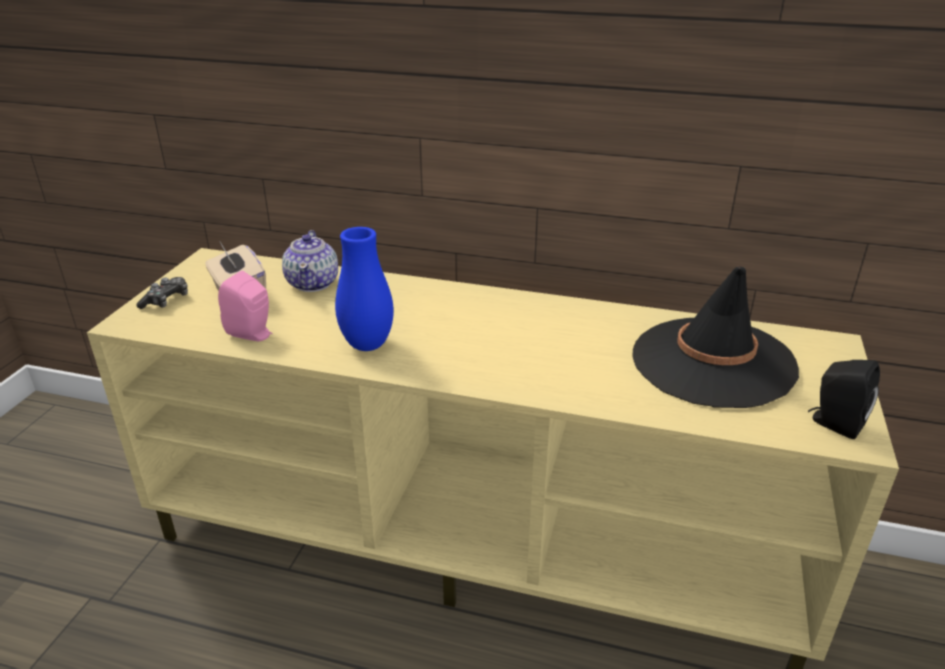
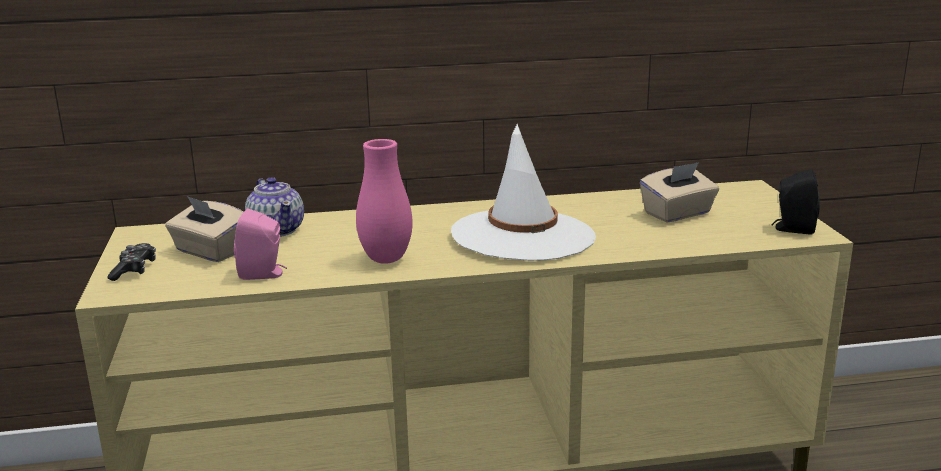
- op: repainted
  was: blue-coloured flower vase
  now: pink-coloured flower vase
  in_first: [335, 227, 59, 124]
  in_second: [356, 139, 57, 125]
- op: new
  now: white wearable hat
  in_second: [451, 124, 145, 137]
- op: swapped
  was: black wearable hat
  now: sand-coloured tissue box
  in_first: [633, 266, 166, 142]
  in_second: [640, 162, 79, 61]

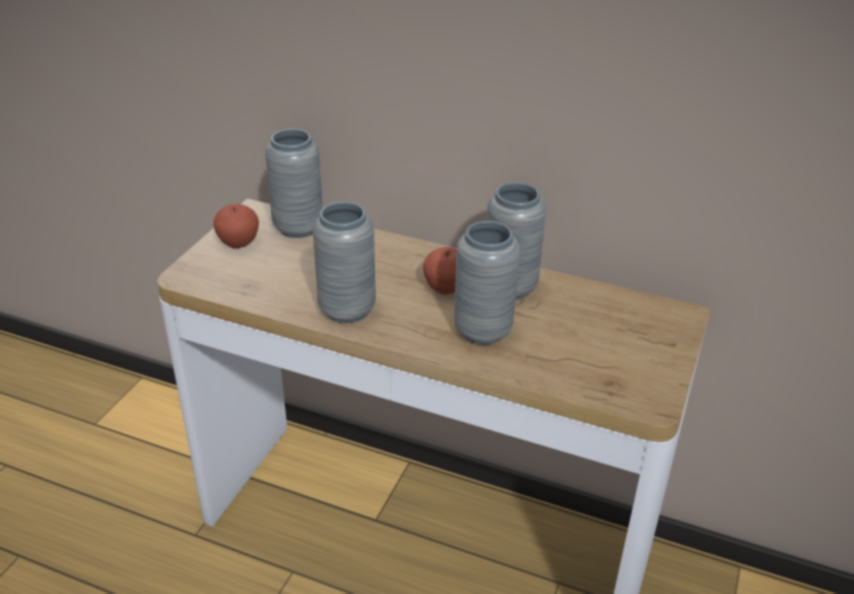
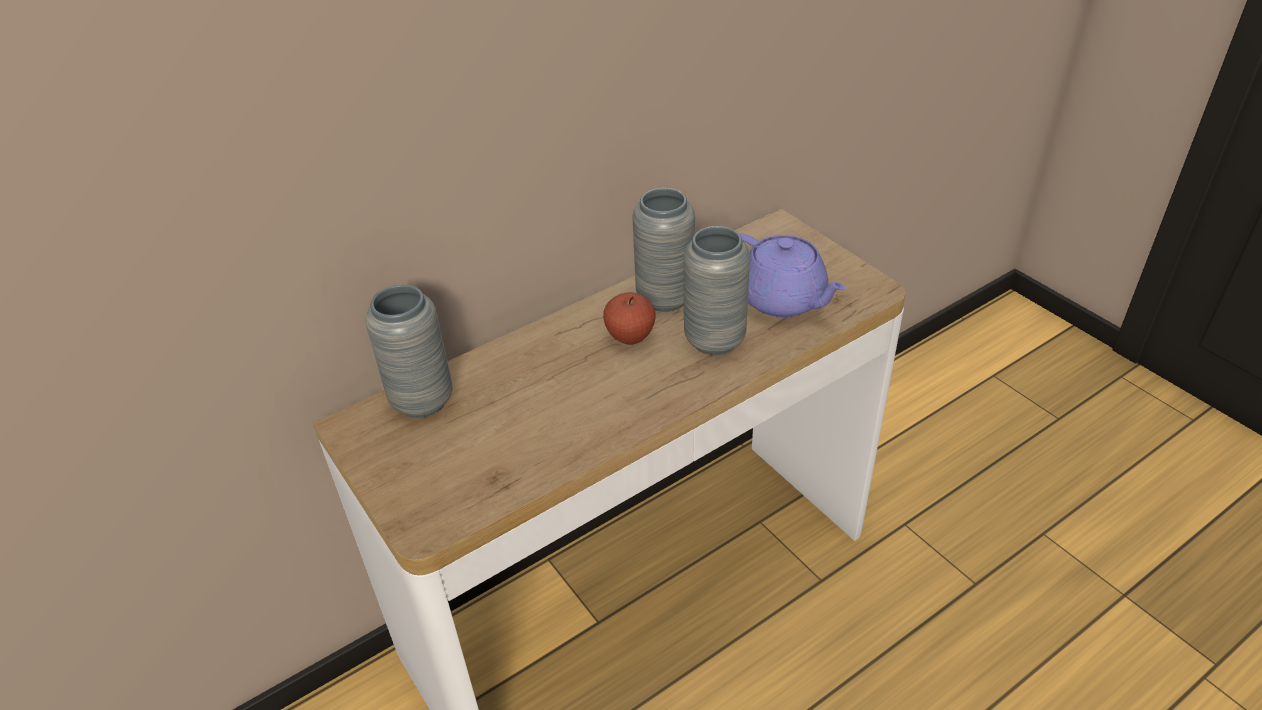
- op: new
  now: purple-coloured pot for tea
  in_second: [740, 233, 107, 84]
- op: gone
  was: apple fruit
  in_first: [213, 204, 46, 44]
- op: gone
  was: greyish flower vase
  in_first: [313, 202, 63, 121]

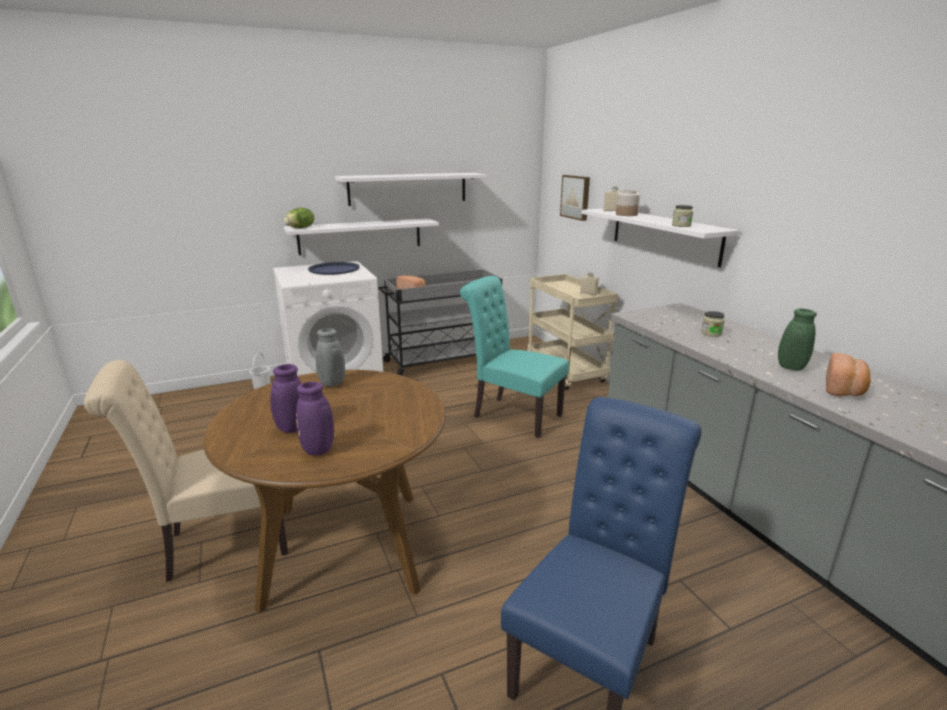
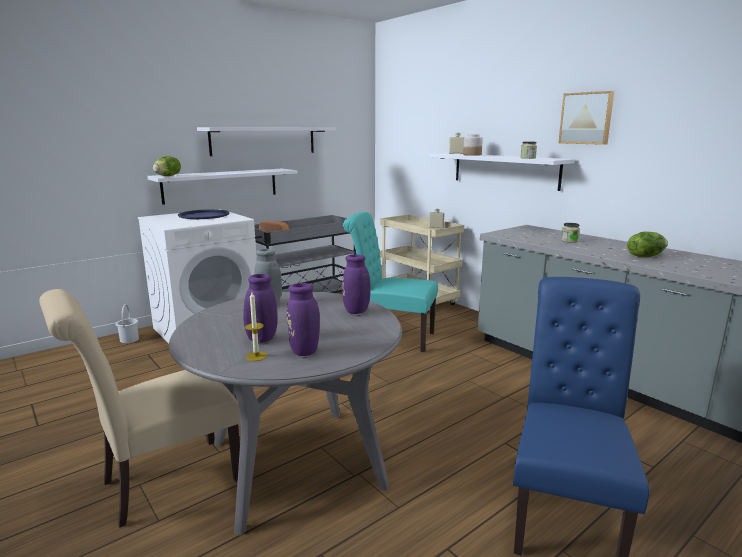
- op: repainted
  was: brownish dinner table
  now: greyish dinner table
  in_first: [203, 370, 243, 243]
  in_second: [169, 292, 233, 243]
- op: new
  now: wax candle
  in_second: [245, 292, 22, 69]
- op: new
  now: purple-coloured flower vase
  in_second: [342, 254, 28, 60]
- op: shifted
  was: picture
  in_first: [560, 175, 30, 46]
  in_second: [558, 91, 56, 54]
- op: swapped
  was: greenish flower vase
  now: head of lettuce
  in_first: [778, 309, 39, 62]
  in_second: [627, 232, 41, 25]
- op: gone
  was: bakery bread
  in_first: [826, 353, 45, 43]

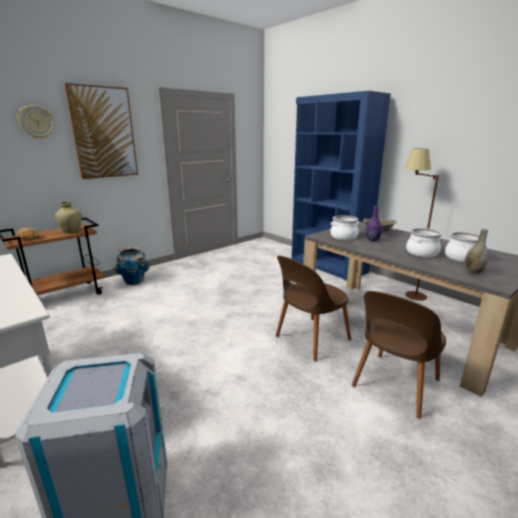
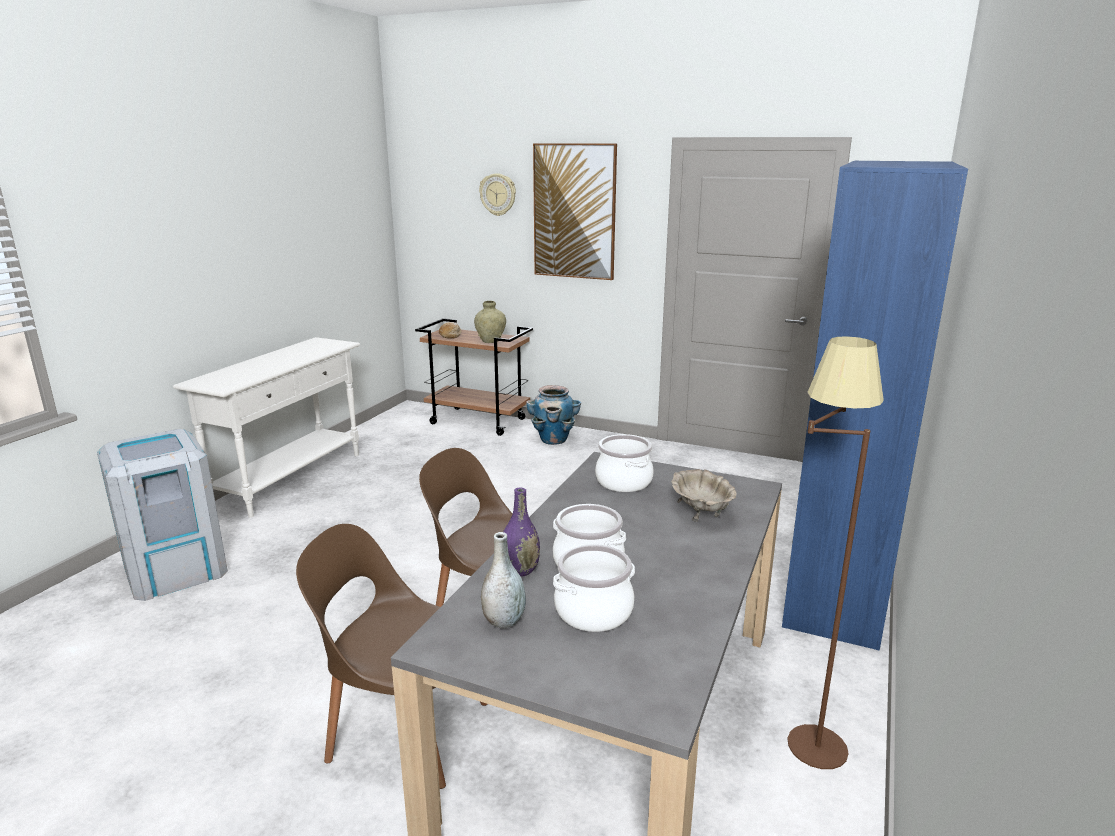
- op: shifted
  was: purple-coloured flower vase
  in_first: [366, 206, 16, 35]
  in_second: [503, 487, 37, 89]

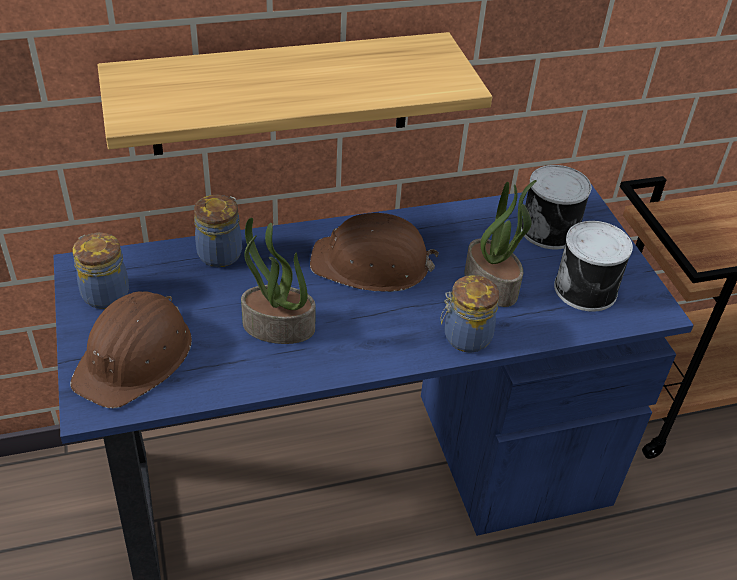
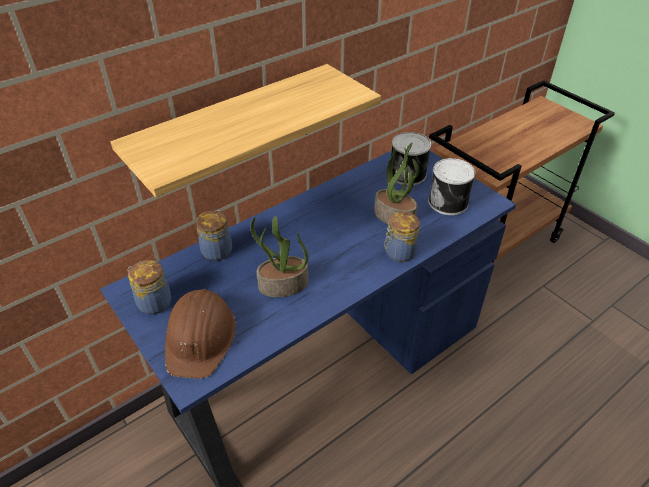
- op: gone
  was: brownish work helmet
  in_first: [310, 213, 129, 79]

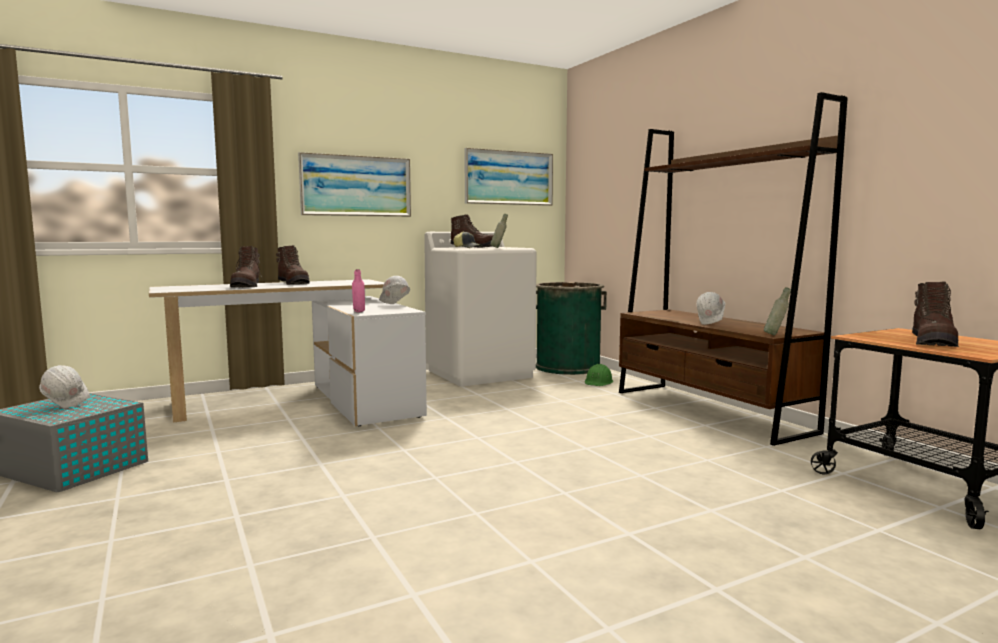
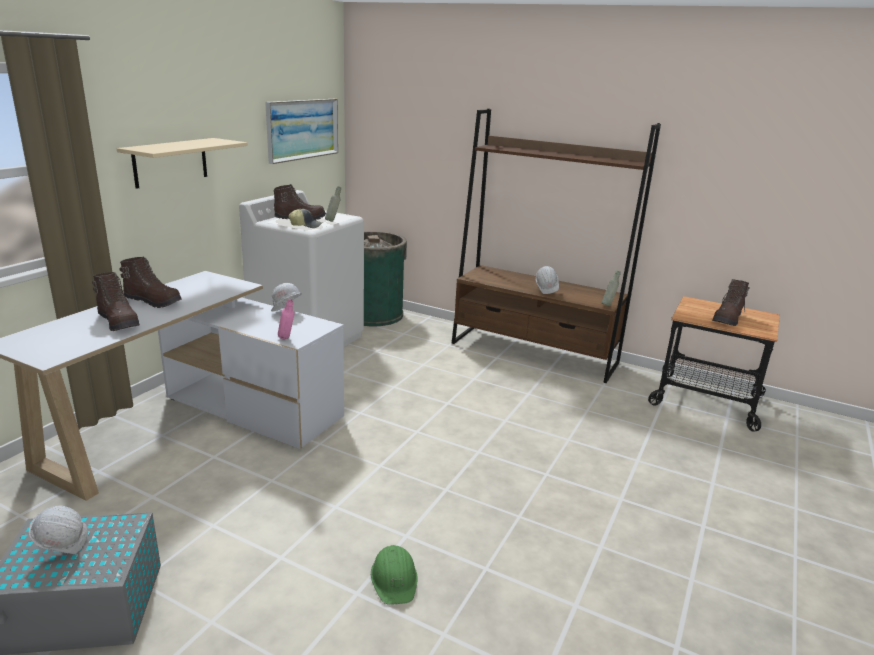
- op: swapped
  was: picture
  now: sand-coloured wall shelf
  in_first: [298, 152, 113, 65]
  in_second: [117, 138, 131, 51]
- op: shifted
  was: greenish work helmet
  in_first: [585, 364, 28, 22]
  in_second: [371, 545, 47, 60]
- op: rotated
  was: brownish boot
  in_first: [912, 282, 47, 65]
  in_second: [712, 279, 38, 47]
  clockwise: 45

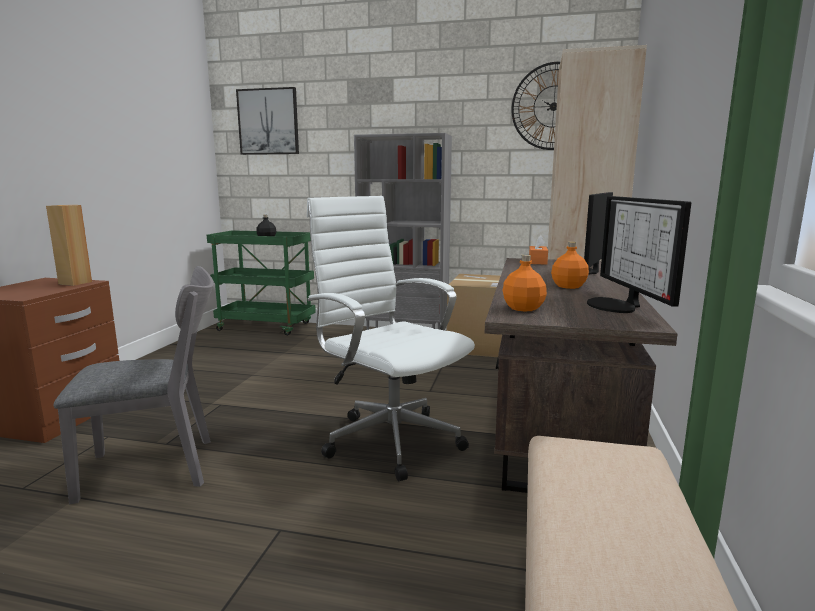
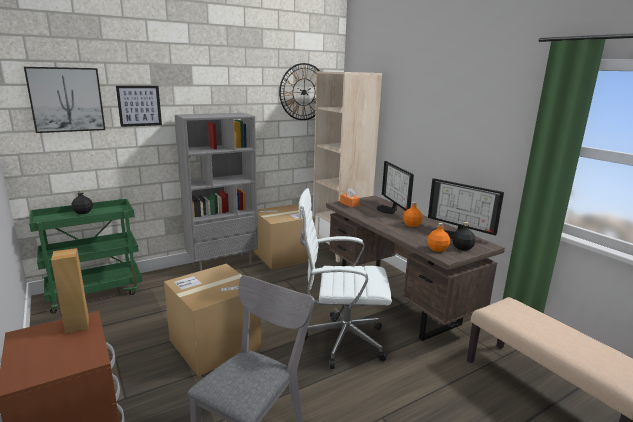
- op: new
  now: picture
  in_second: [116, 86, 46, 41]
- op: new
  now: carton
  in_second: [164, 263, 97, 113]
- op: new
  now: black beverage bottle
  in_second: [452, 222, 23, 29]

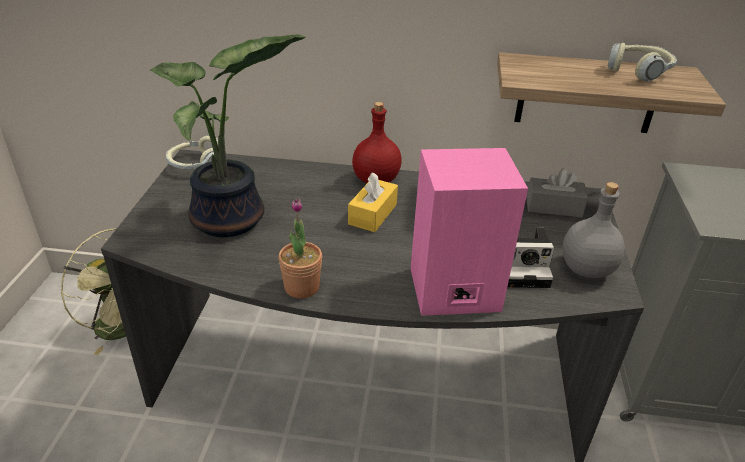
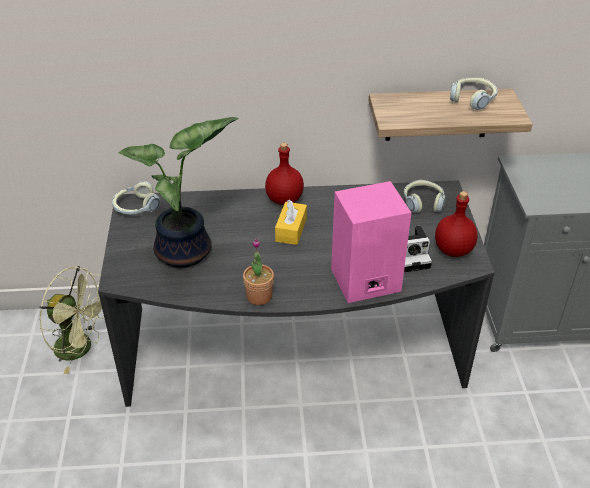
- op: swapped
  was: greyish tissue box
  now: pair of headphones
  in_first: [526, 168, 62, 50]
  in_second: [404, 180, 42, 33]
- op: repainted
  was: greyish beverage bottle
  now: red beverage bottle
  in_first: [563, 182, 62, 96]
  in_second: [435, 191, 42, 66]

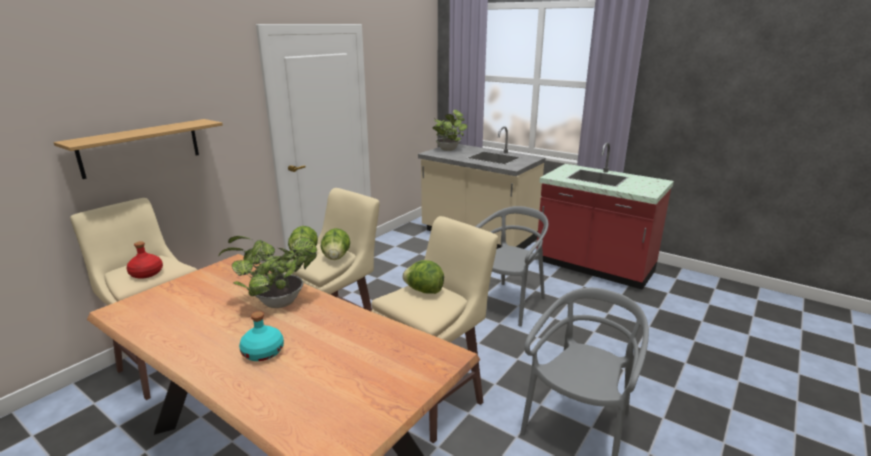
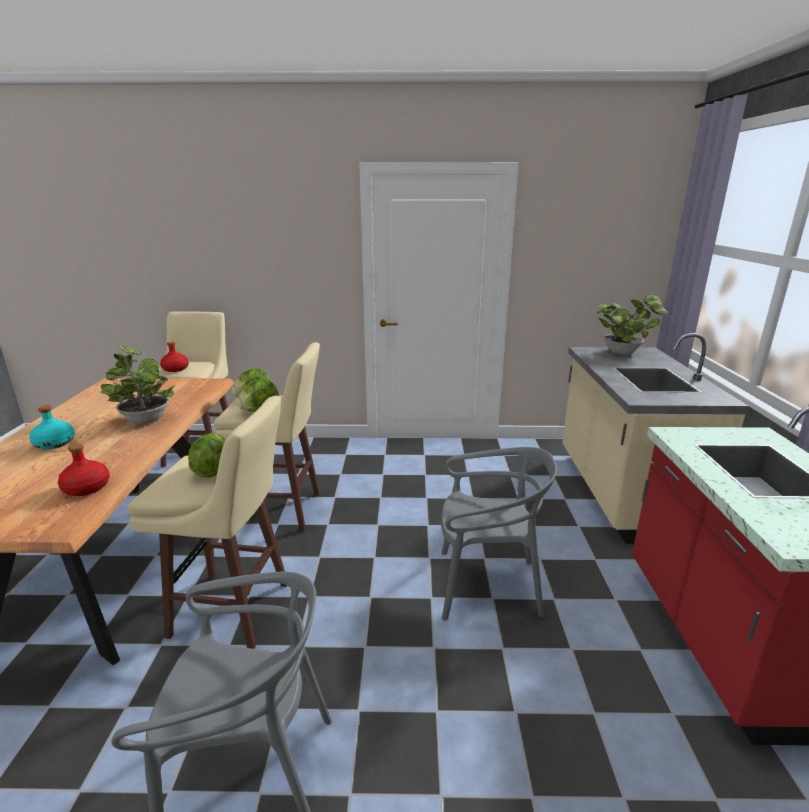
- op: new
  now: red beverage bottle
  in_second: [58, 444, 52, 52]
- op: gone
  was: wall shelf
  in_first: [54, 119, 169, 60]

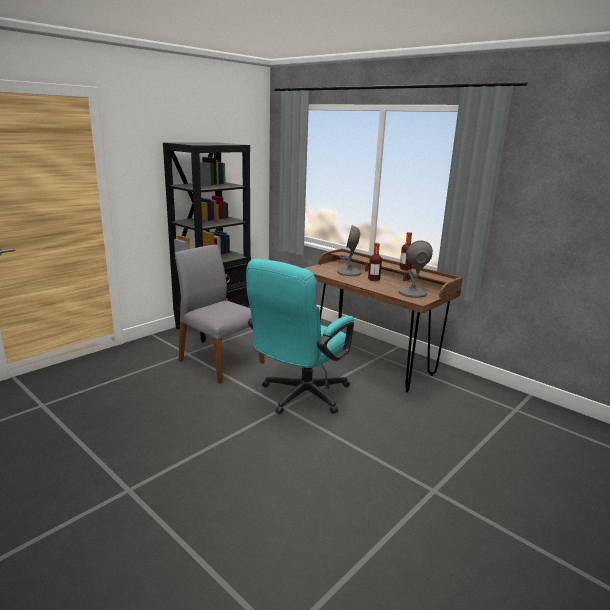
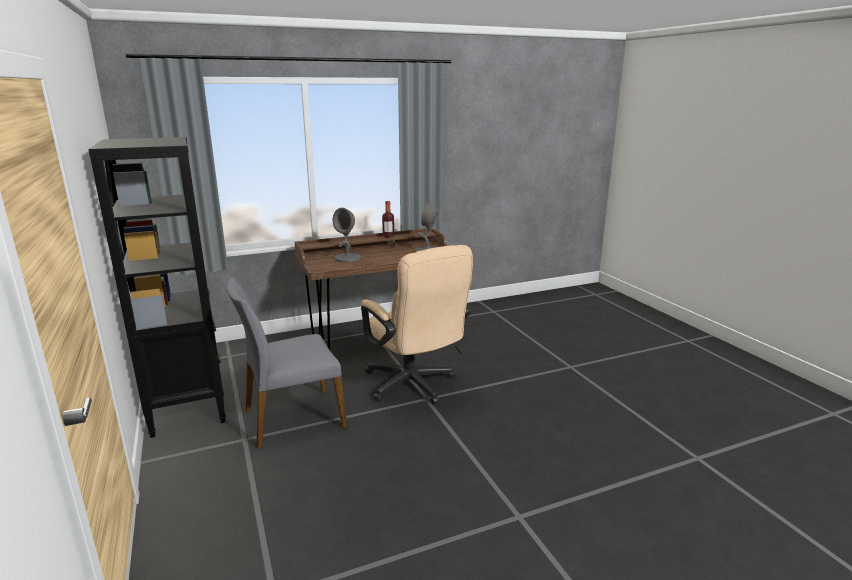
- op: repainted
  was: turquoise office chair
  now: sand-coloured office chair
  in_first: [246, 259, 108, 155]
  in_second: [361, 245, 112, 159]
- op: gone
  was: beverage bottle
  in_first: [368, 243, 14, 38]

